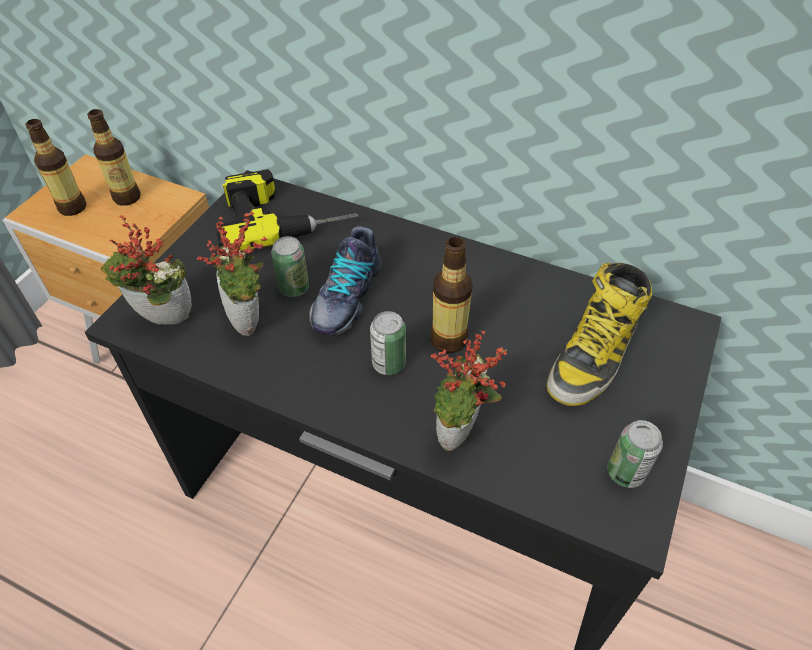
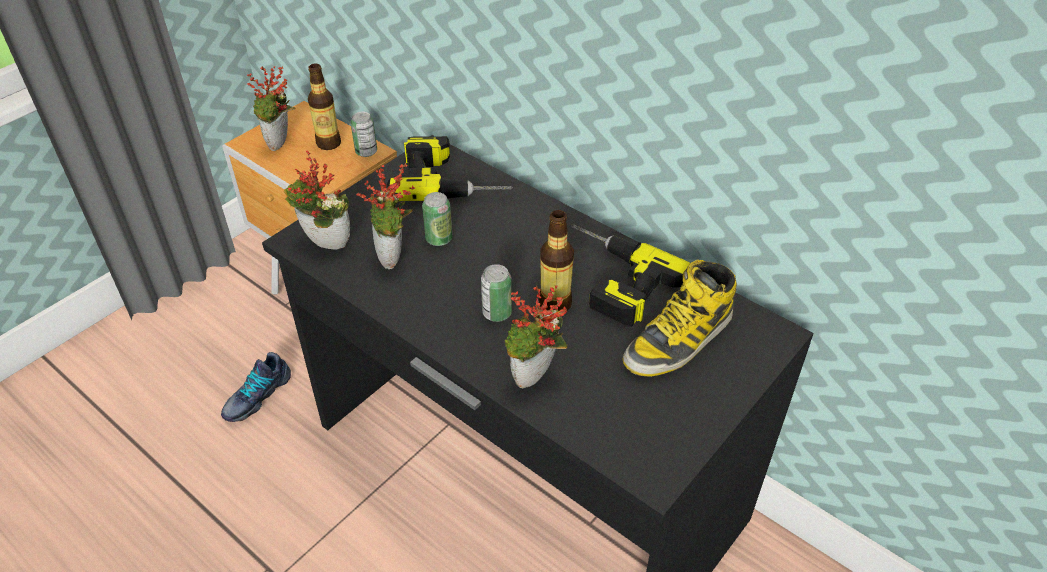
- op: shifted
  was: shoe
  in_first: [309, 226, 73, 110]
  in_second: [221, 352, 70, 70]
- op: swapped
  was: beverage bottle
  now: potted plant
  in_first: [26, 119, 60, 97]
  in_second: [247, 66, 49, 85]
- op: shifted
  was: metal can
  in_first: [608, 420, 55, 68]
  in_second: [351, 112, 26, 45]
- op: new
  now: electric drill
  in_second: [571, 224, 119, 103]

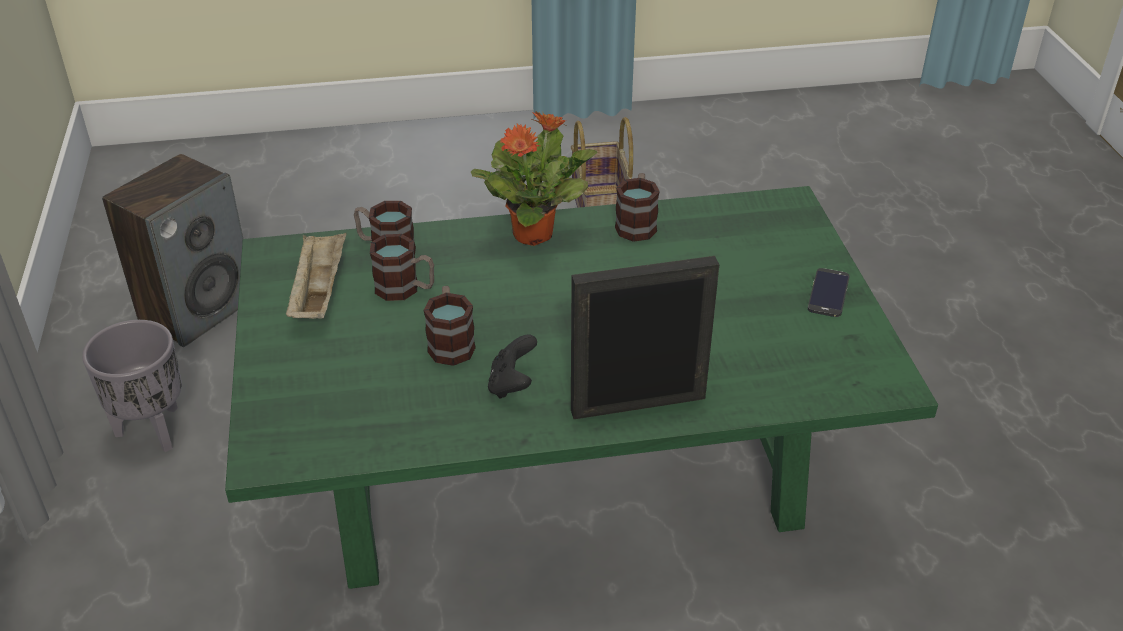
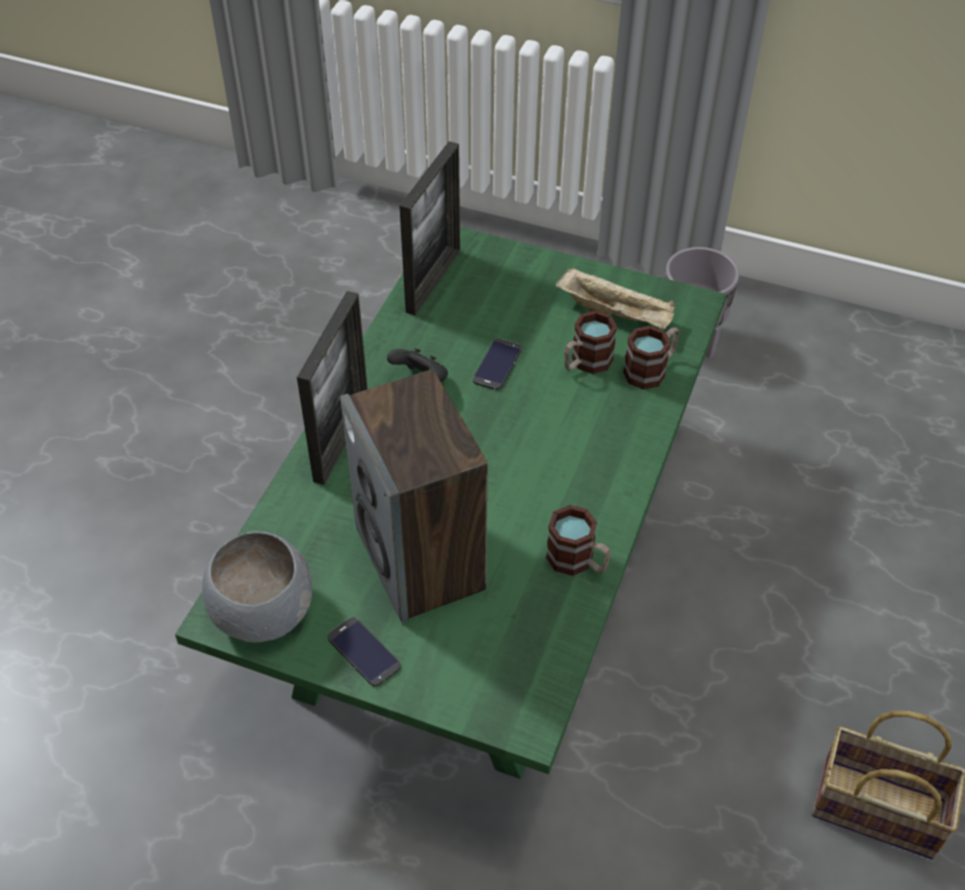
- op: new
  now: greyish serving bowl
  in_second: [202, 531, 110, 112]
- op: shifted
  was: loudspeaker
  in_first: [102, 154, 141, 193]
  in_second: [340, 370, 148, 252]
- op: new
  now: standing frame
  in_second: [399, 141, 61, 175]
- op: swapped
  was: mug
  now: phone
  in_first: [423, 286, 53, 80]
  in_second: [473, 339, 49, 51]
- op: gone
  was: potted plant
  in_first: [471, 111, 126, 135]

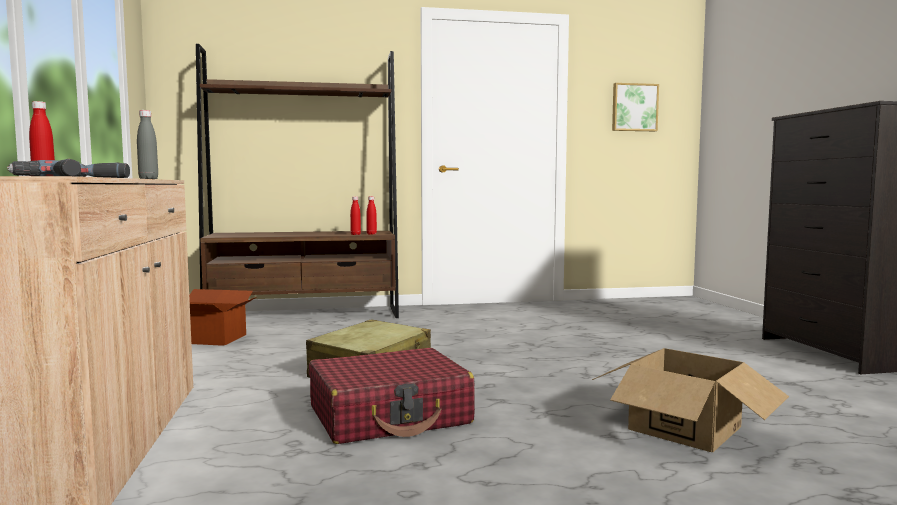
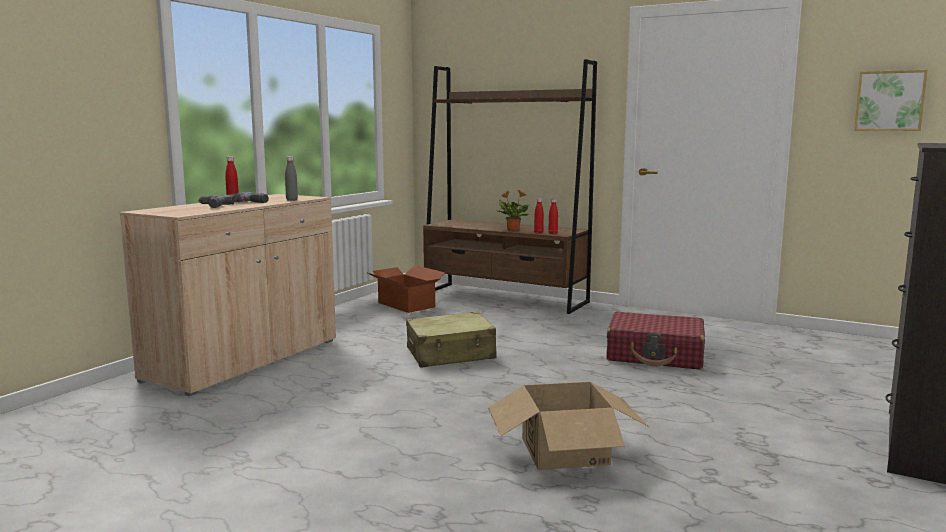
- op: new
  now: potted plant
  in_second: [498, 190, 32, 41]
- op: shifted
  was: red suitcase
  in_first: [309, 348, 166, 96]
  in_second: [606, 311, 99, 59]

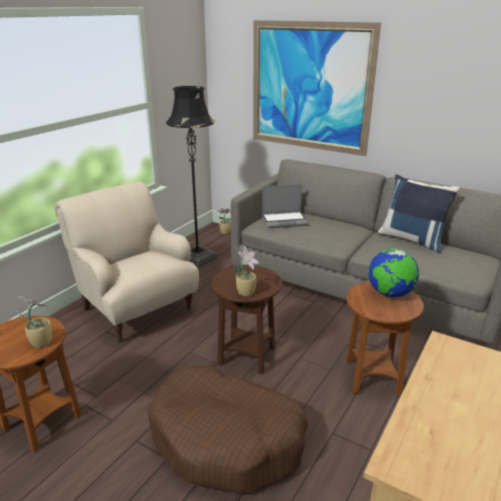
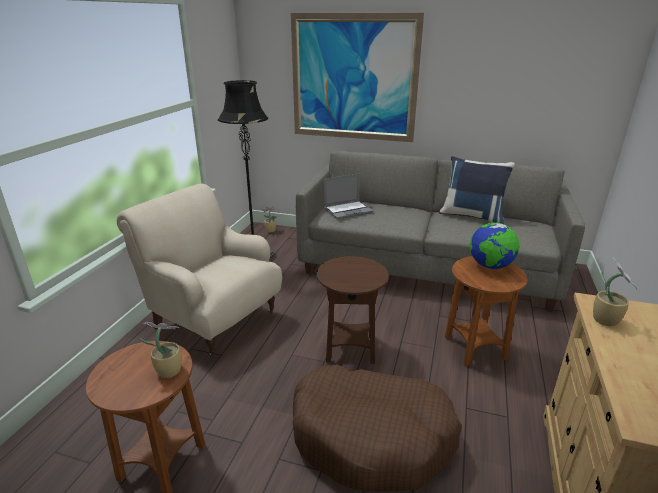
- op: shifted
  was: potted plant
  in_first: [233, 246, 26, 50]
  in_second: [593, 257, 44, 69]

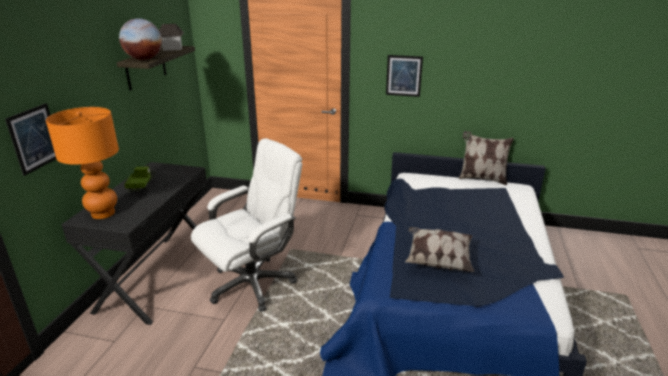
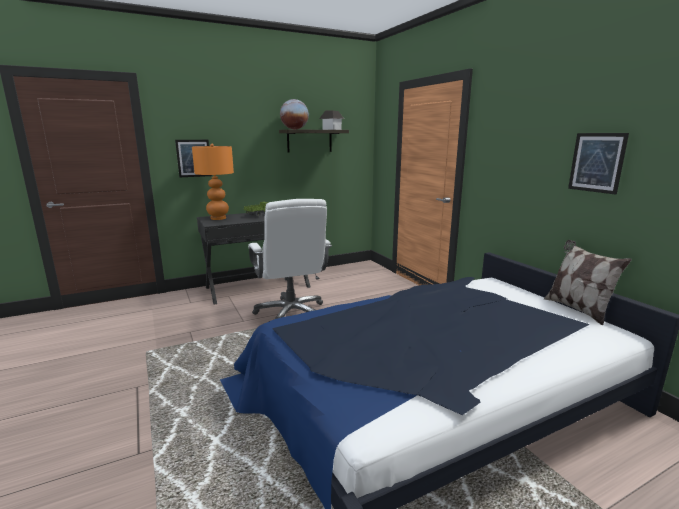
- op: rotated
  was: white office chair
  in_first: [191, 138, 111, 174]
  in_second: [248, 199, 84, 120]
  clockwise: 60
- op: shifted
  was: picture
  in_first: [386, 55, 37, 42]
  in_second: [568, 133, 61, 62]
- op: gone
  was: cushion
  in_first: [405, 227, 69, 45]

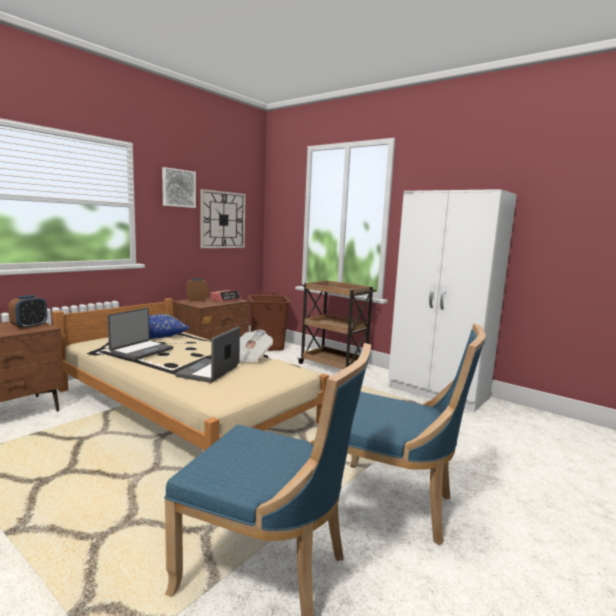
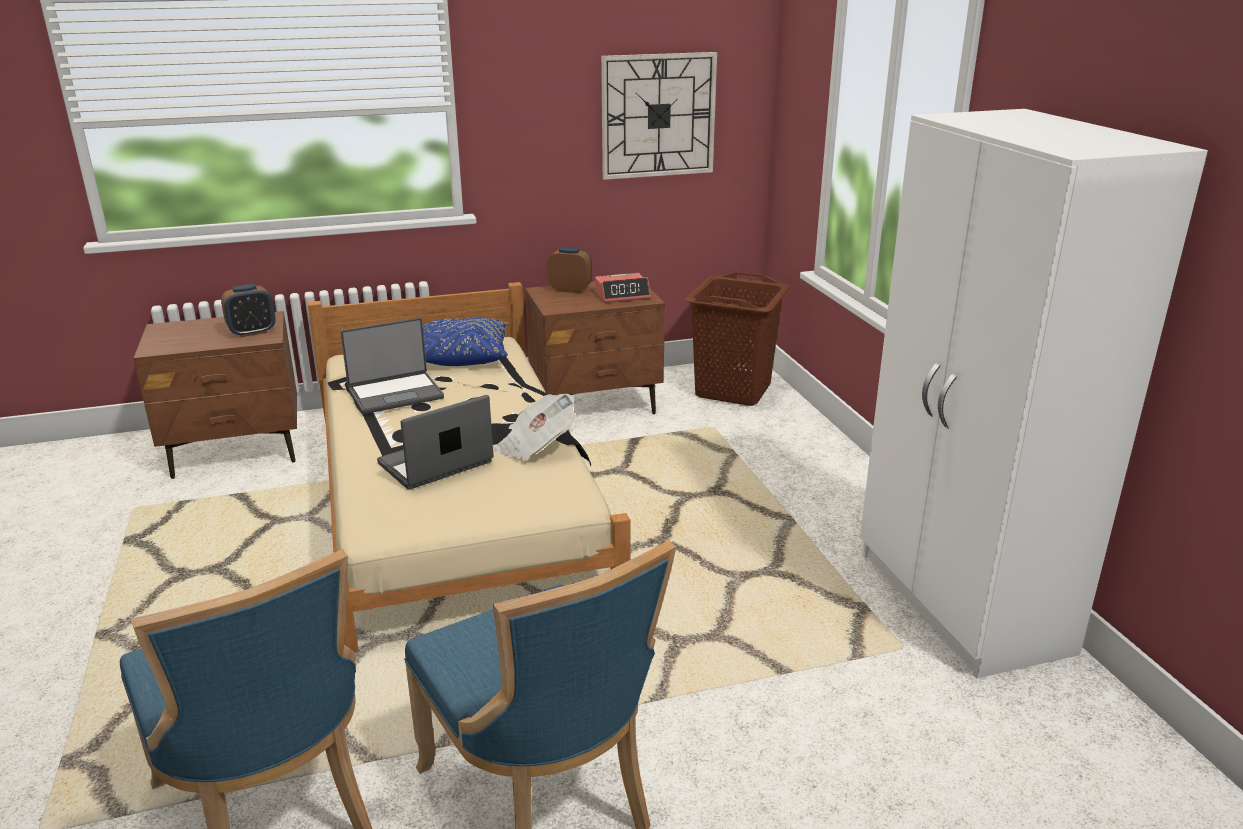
- op: gone
  was: picture
  in_first: [162, 167, 34, 41]
- op: gone
  was: brownish cart
  in_first: [298, 280, 79, 90]

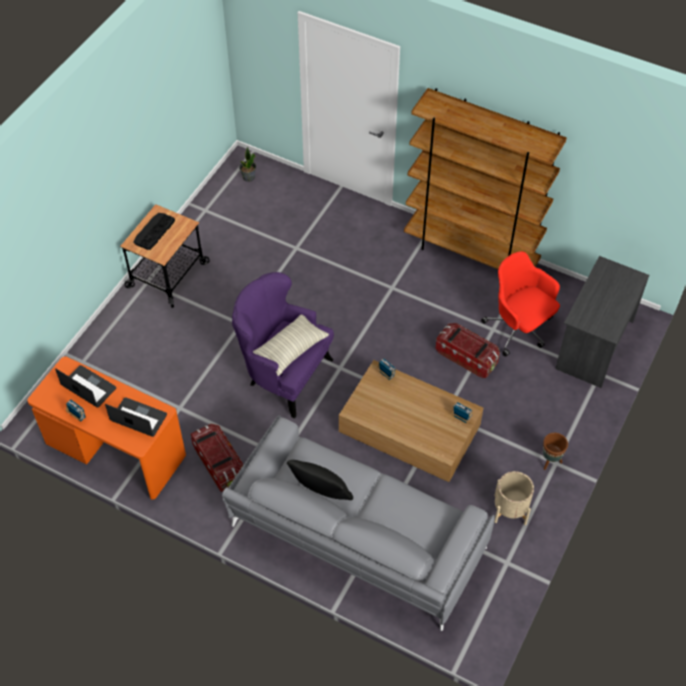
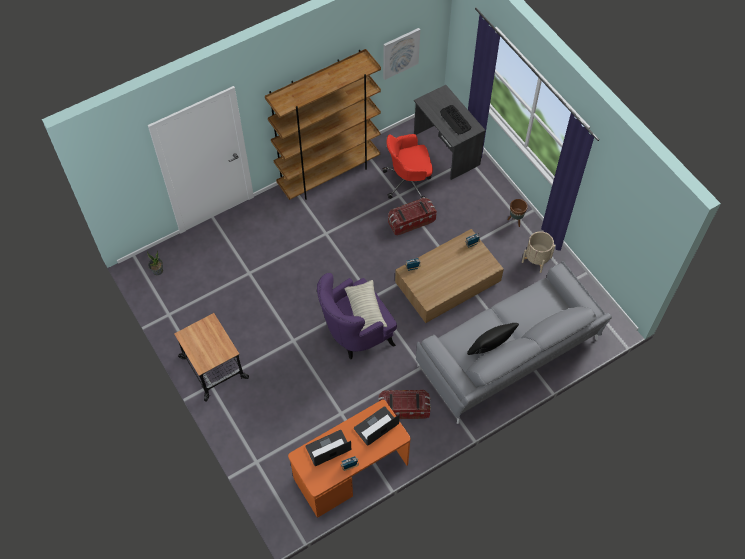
- op: new
  now: picture
  in_second: [383, 28, 37, 52]
- op: shifted
  was: computer keyboard
  in_first: [133, 213, 42, 37]
  in_second: [440, 105, 31, 30]

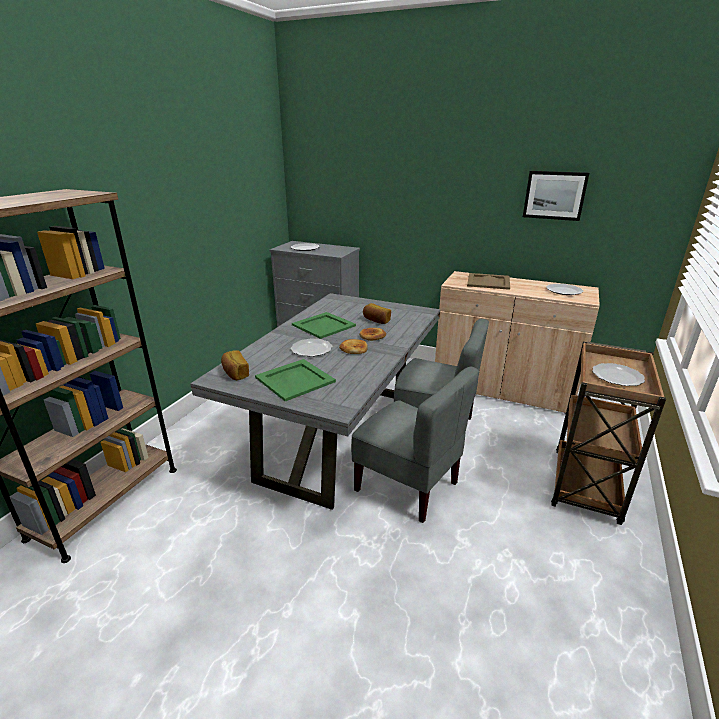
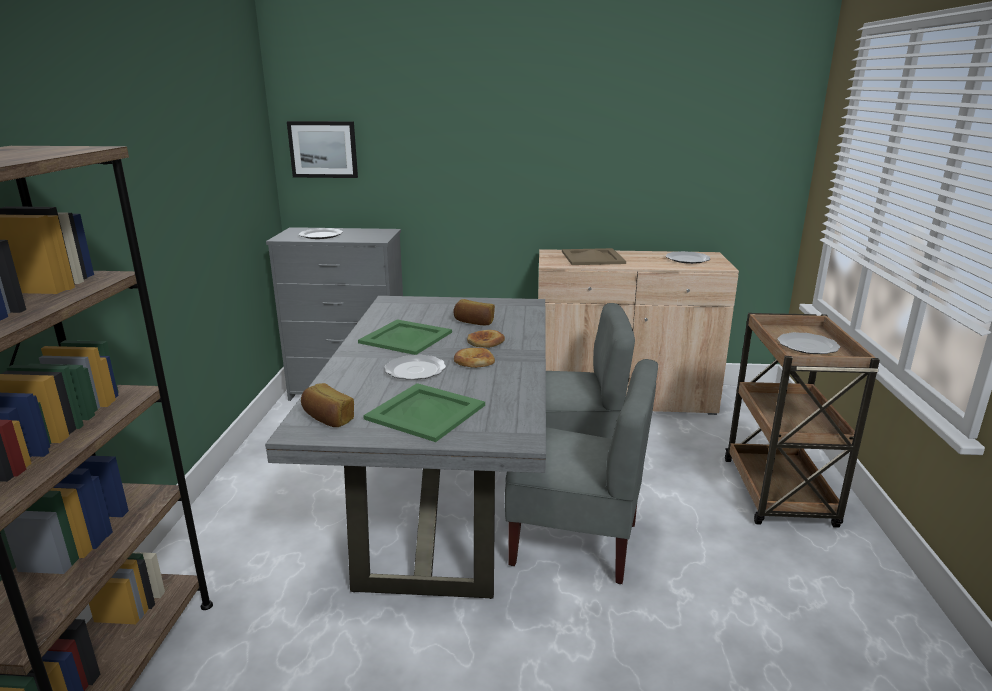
- op: shifted
  was: picture
  in_first: [523, 171, 66, 50]
  in_second: [287, 121, 71, 57]

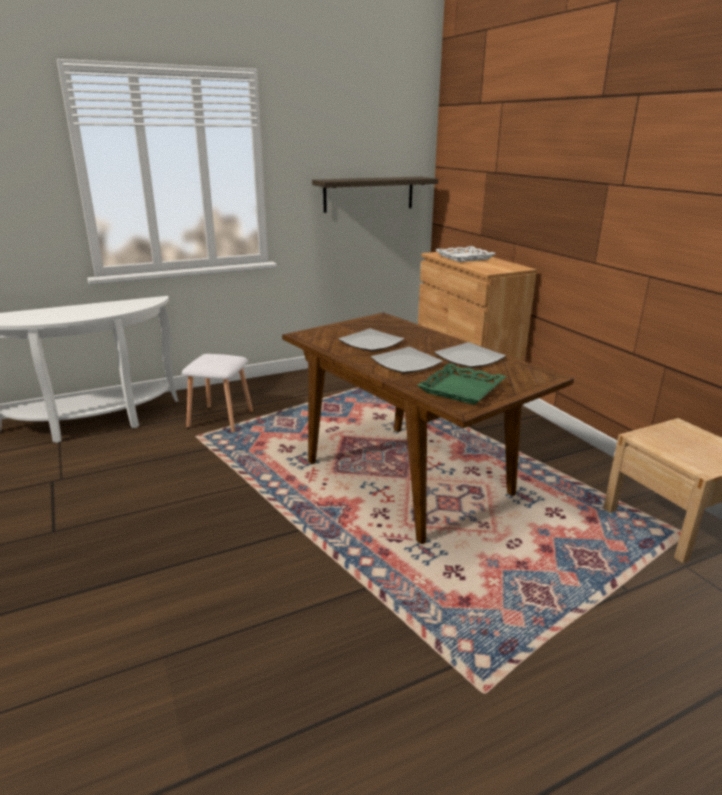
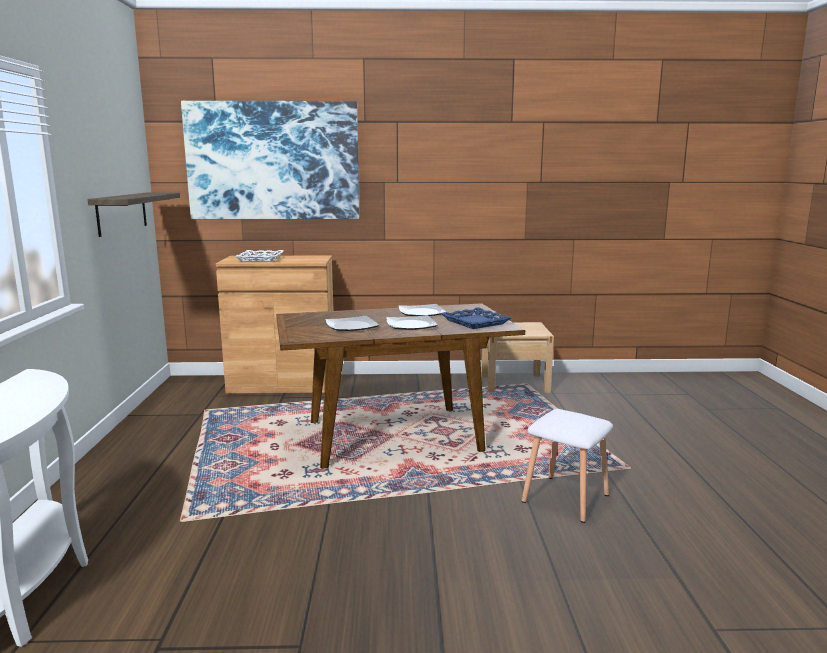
- op: new
  now: picture
  in_second: [181, 101, 178, 118]
- op: repainted
  was: greenish tray
  now: blue-coloured tray
  in_first: [417, 363, 89, 42]
  in_second: [441, 307, 70, 22]
- op: shifted
  was: white stool seat
  in_first: [182, 354, 71, 79]
  in_second: [522, 409, 91, 114]

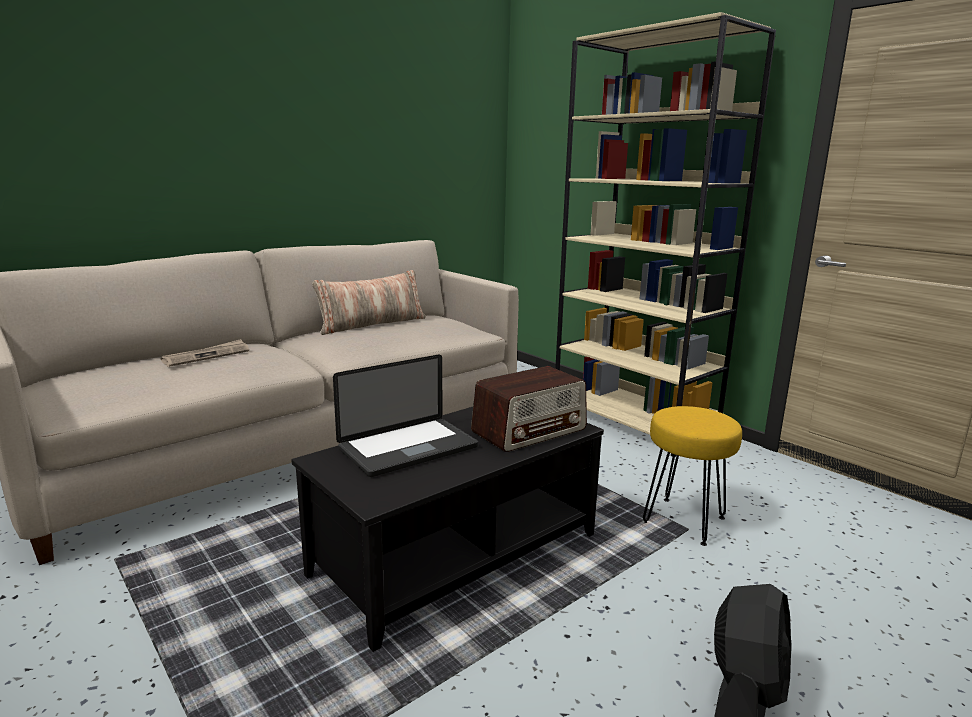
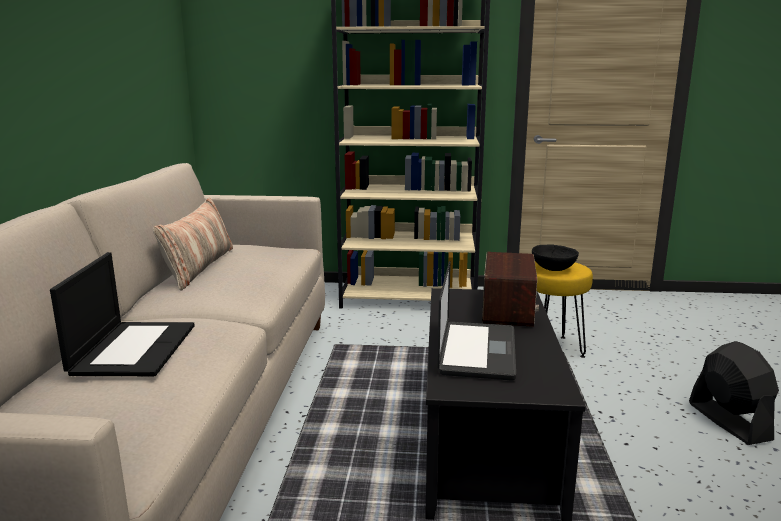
- op: swapped
  was: printed paper
  now: laptop
  in_first: [161, 339, 88, 28]
  in_second: [50, 252, 145, 124]
- op: new
  now: black serving bowl
  in_second: [532, 245, 47, 26]

